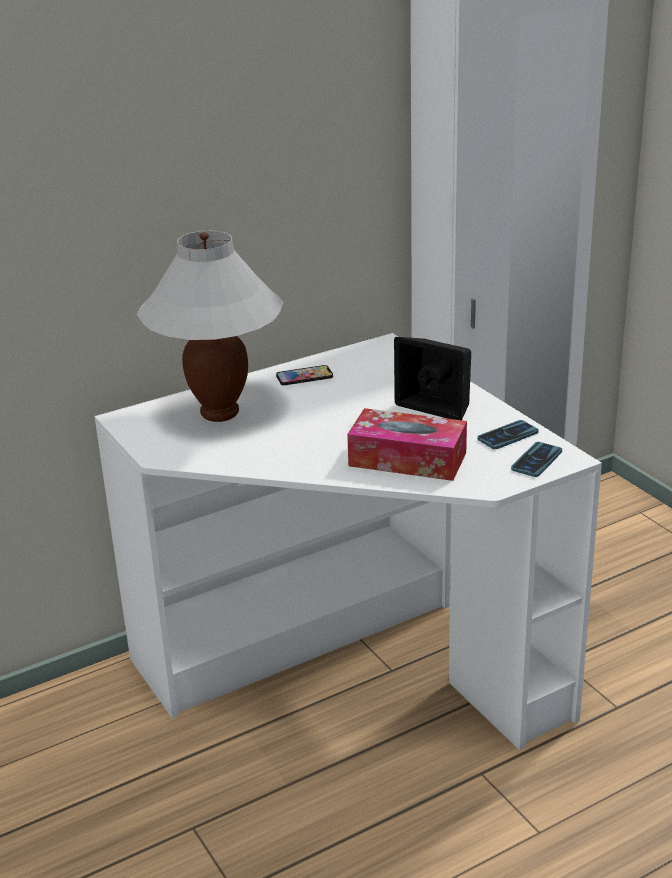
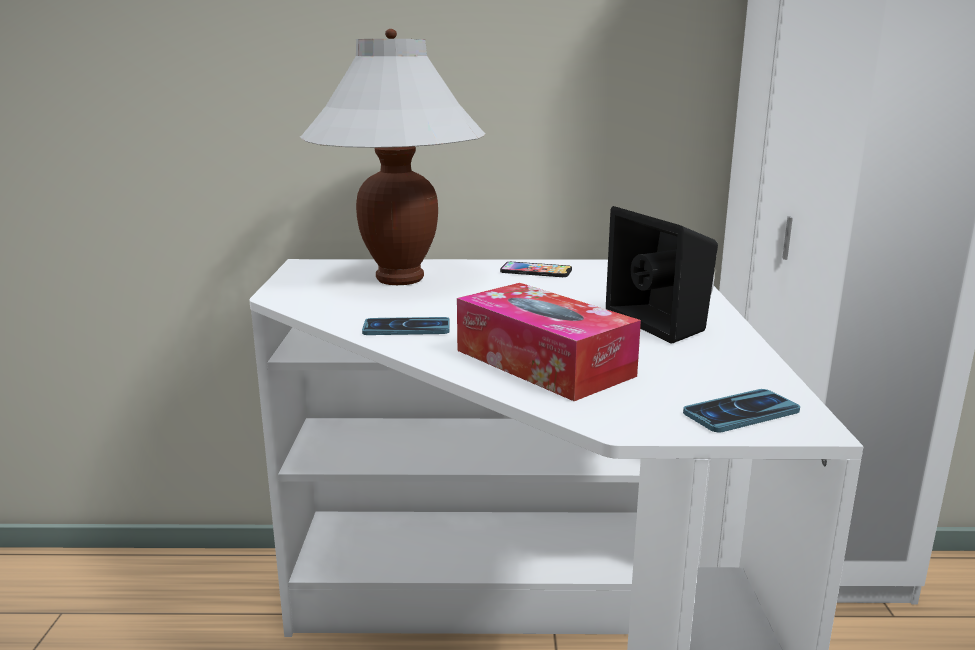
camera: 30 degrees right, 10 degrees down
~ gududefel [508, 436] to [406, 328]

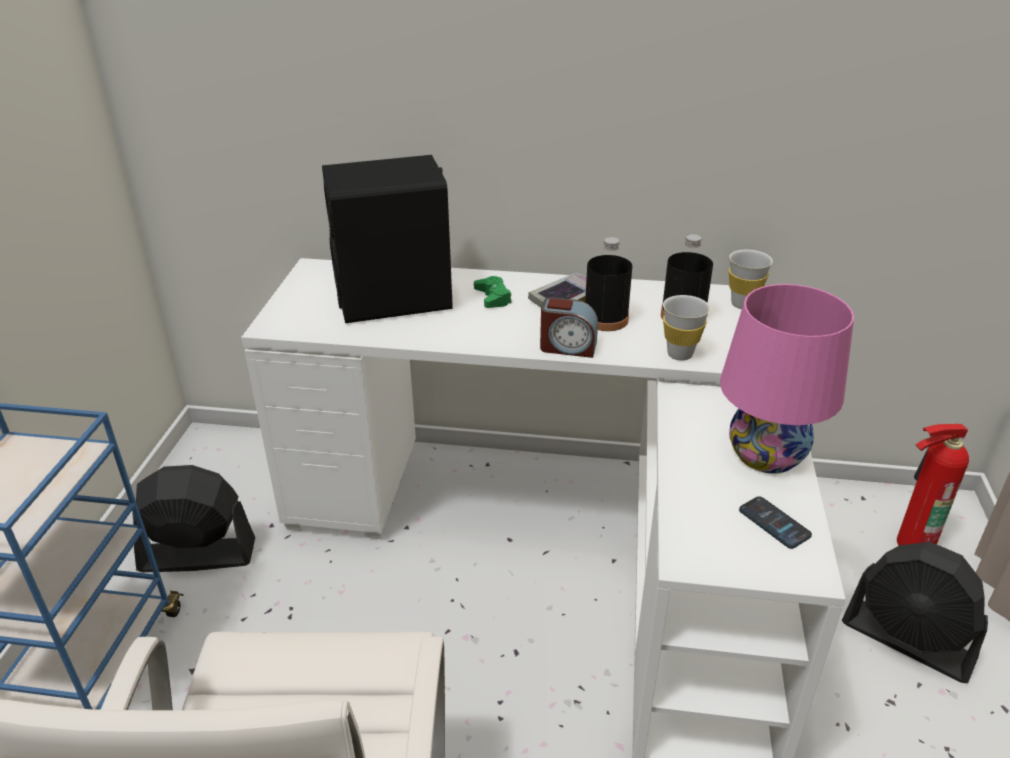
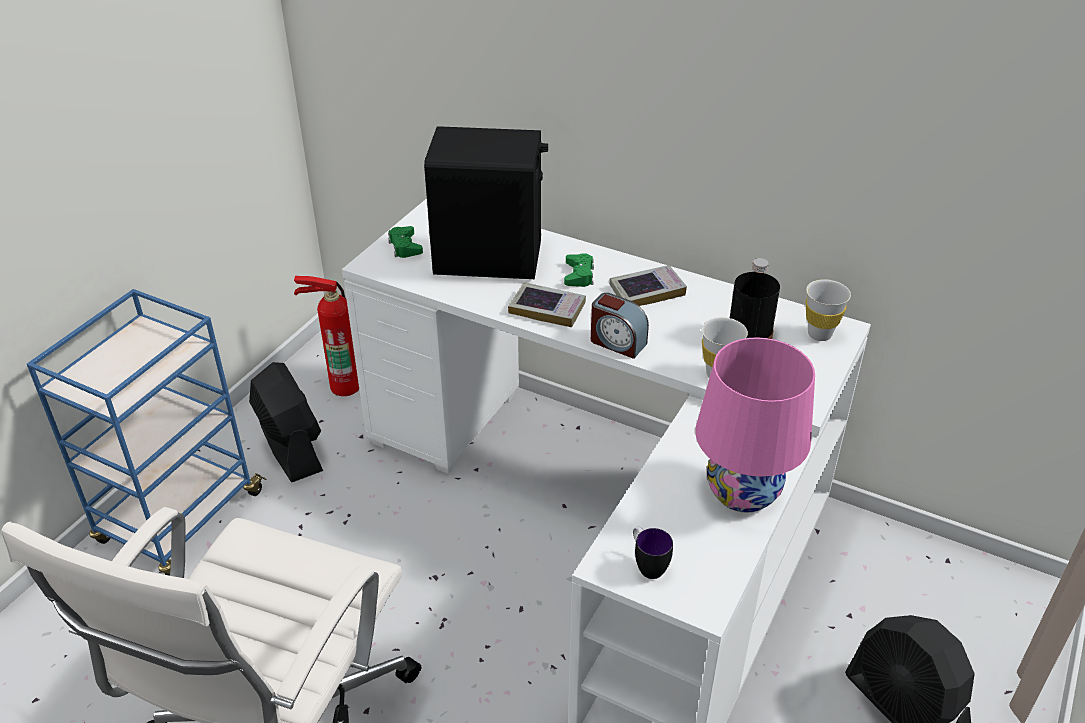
camera: 20 degrees right, 5 degrees up
- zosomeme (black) [605, 319]
- gududefel [774, 523]
+ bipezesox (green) [405, 247]
+ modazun [547, 309]
+ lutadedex [647, 565]
~ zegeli [910, 542] to [343, 384]
~ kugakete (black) [197, 555] = [291, 447] 45 degrees clockwise

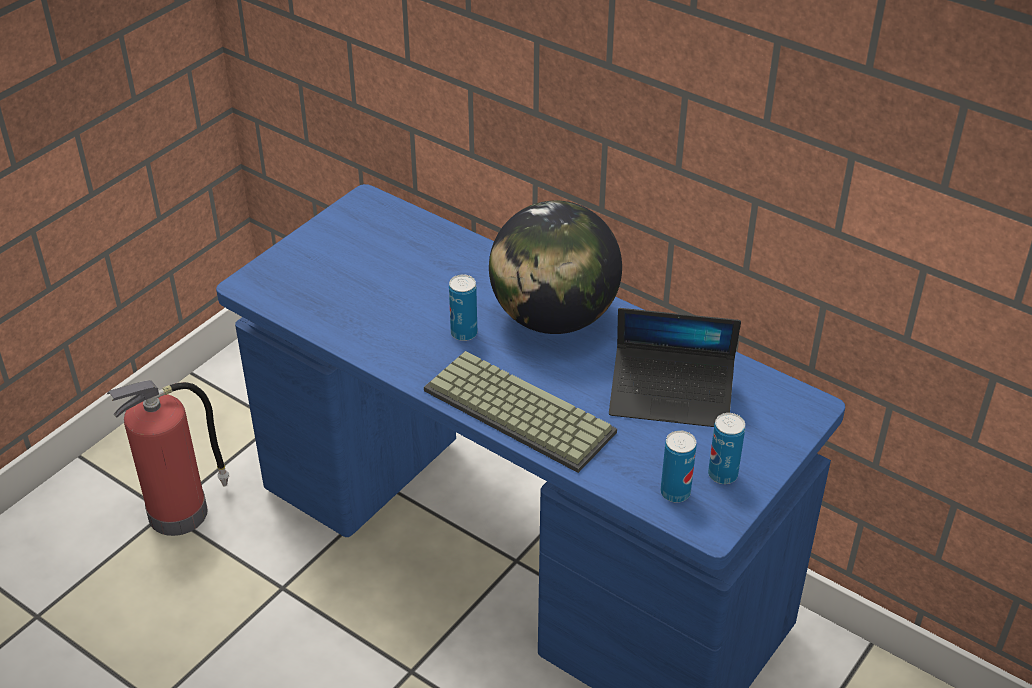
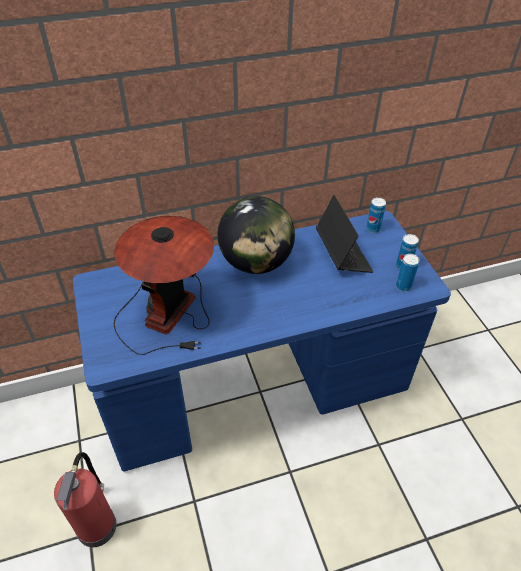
camera: 55 degrees left, 5 degrees up
- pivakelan [515, 412]
+ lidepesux [168, 311]
~ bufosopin [464, 333] to [373, 229]
~ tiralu [671, 396] = [342, 255] 60 degrees counterclockwise

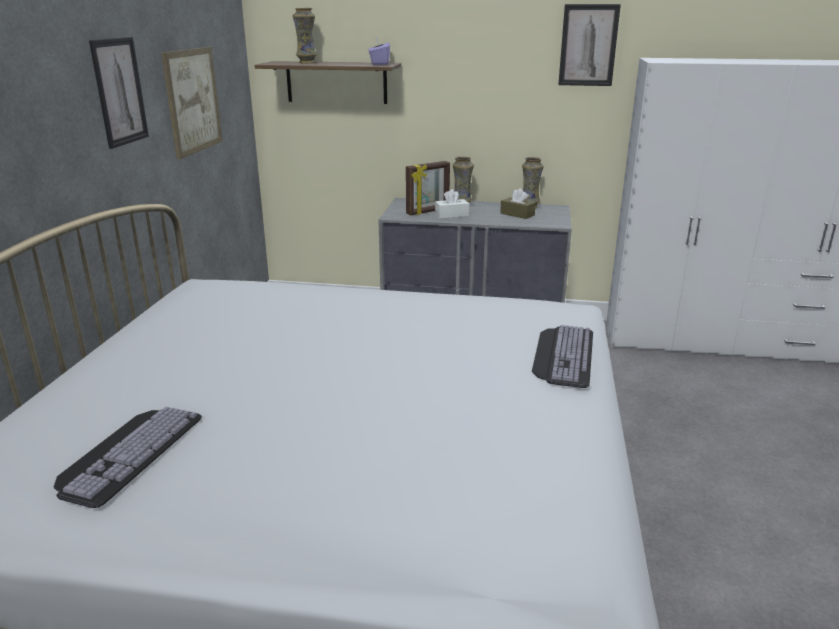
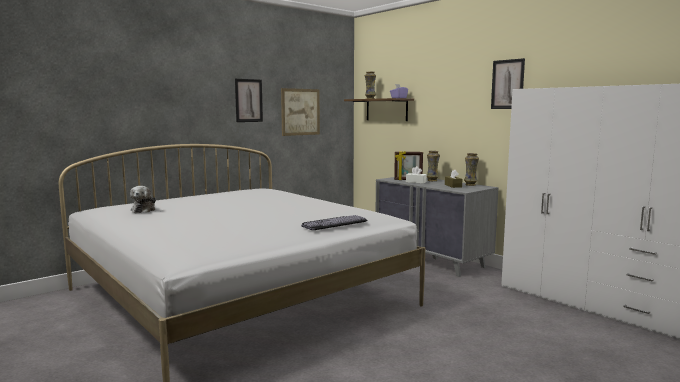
camera: 40 degrees right, 15 degrees down
~ pivakelan [127, 451] to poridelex [144, 210]

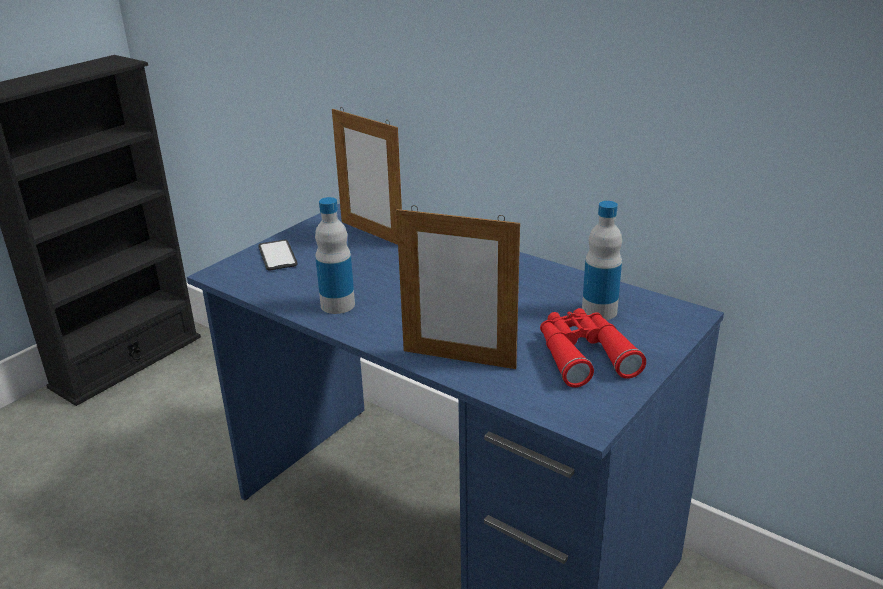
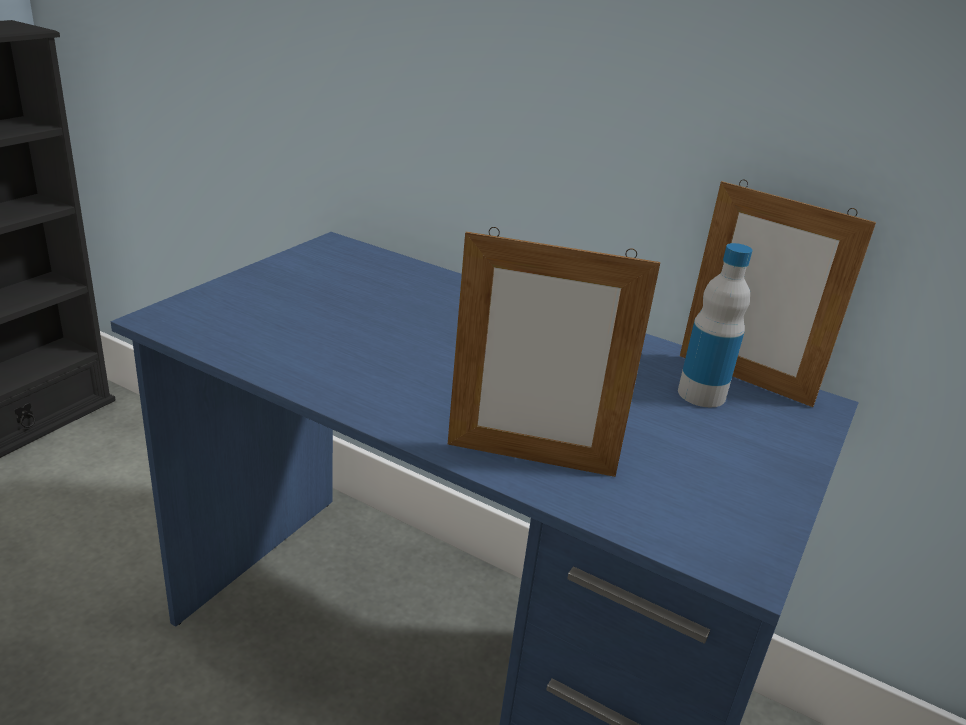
camera: 10 degrees left, 0 degrees up
- gududefel [277, 256]
- zosomeme [337, 305]
- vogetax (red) [583, 355]
~ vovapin [371, 233] to [744, 380]

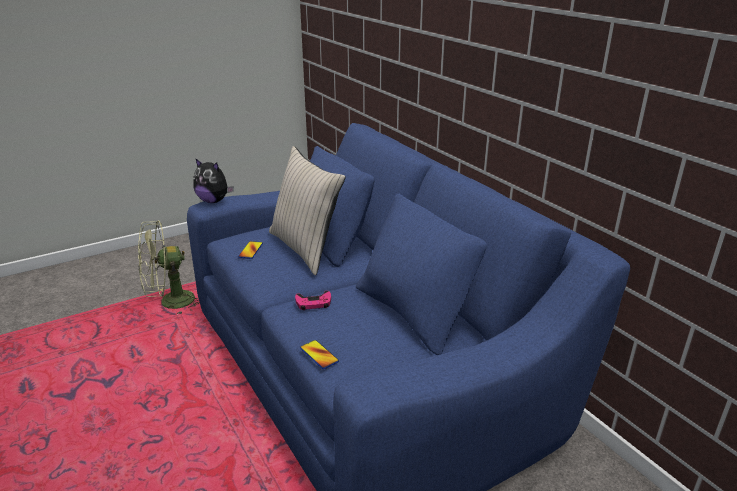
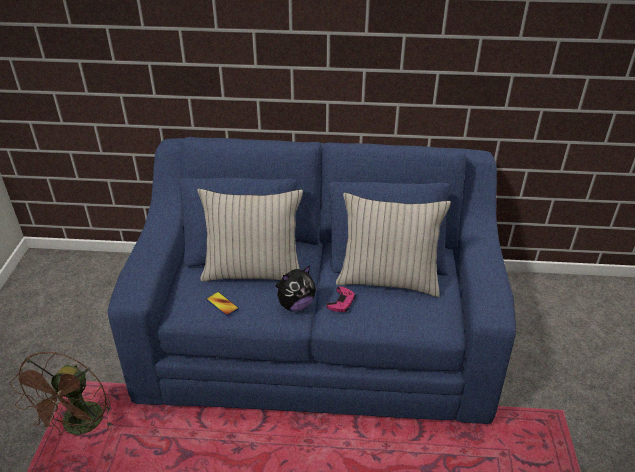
camera: 55 degrees left, 10 degrees up
- gududefel [319, 355]
+ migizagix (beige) [388, 279]
~ poridelex [214, 201] to [295, 304]
~ kugakete (green) [170, 303] to kugakete (brown) [80, 427]

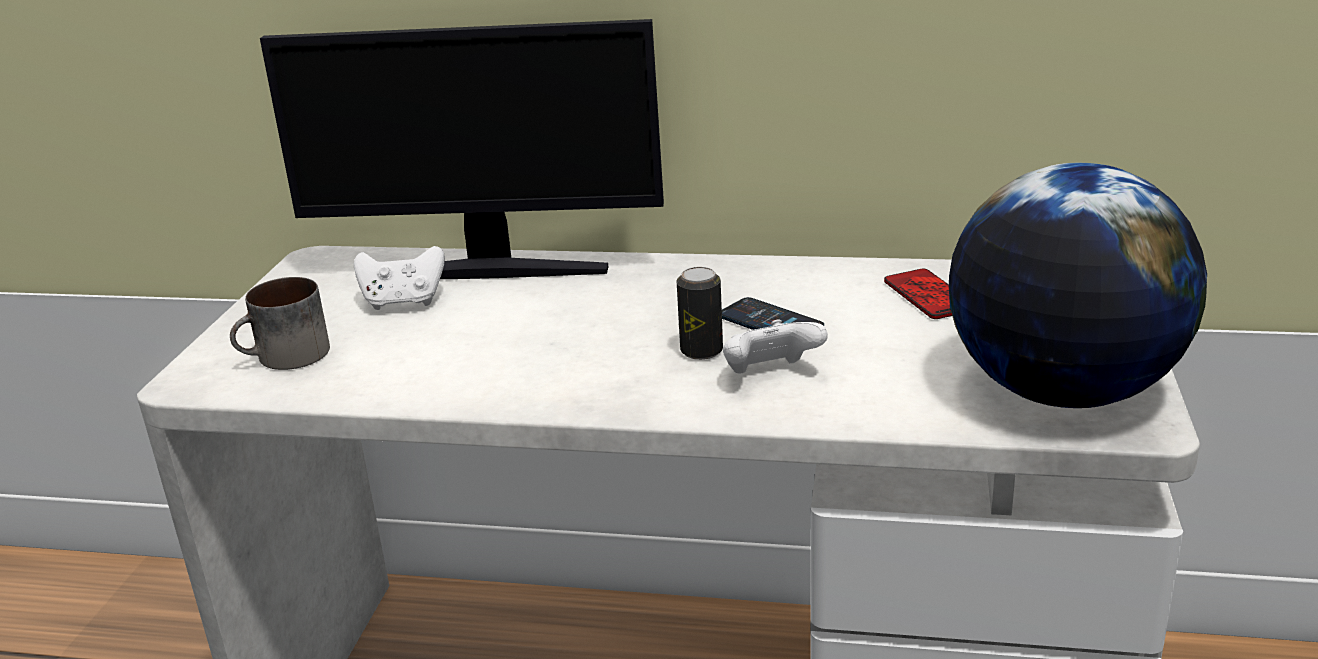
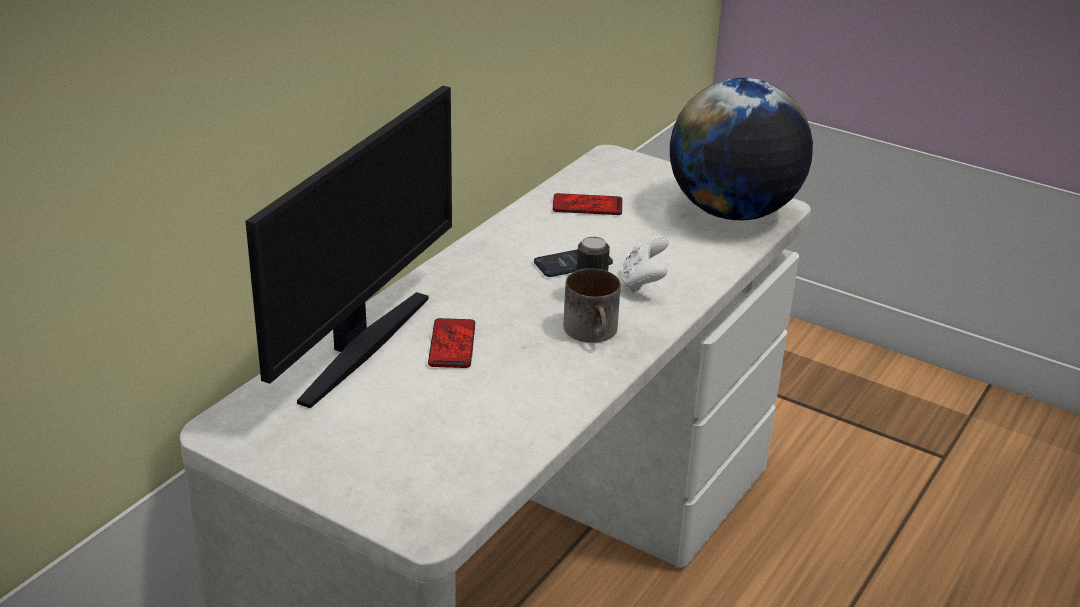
camera: 70 degrees left, 5 degrees up
- bipezesox (white) [403, 302]
+ gududefel [452, 344]
~ lutadedex [286, 358] to [594, 332]

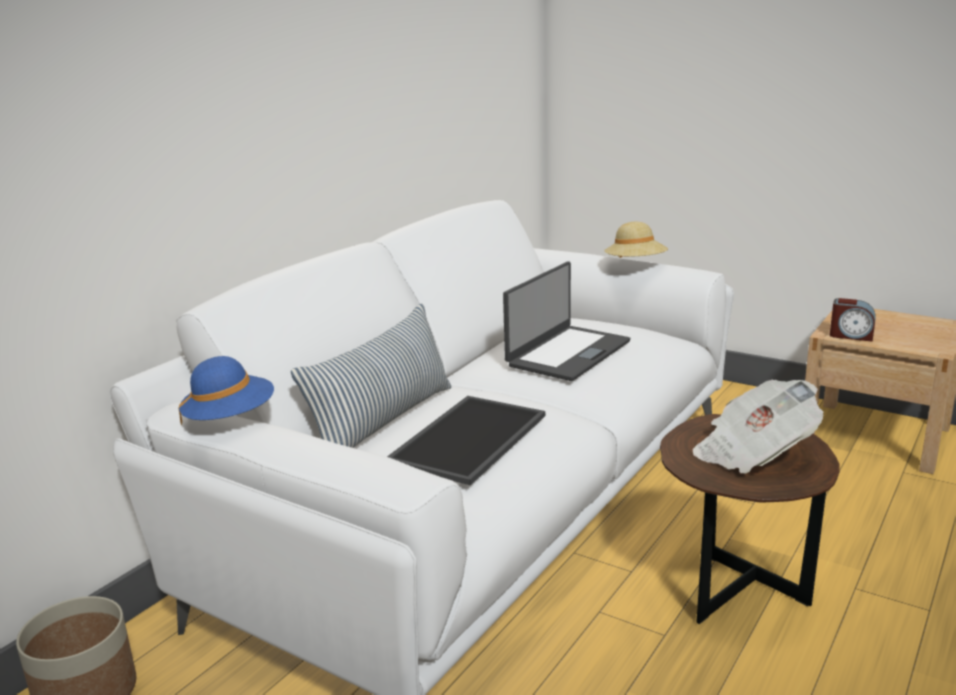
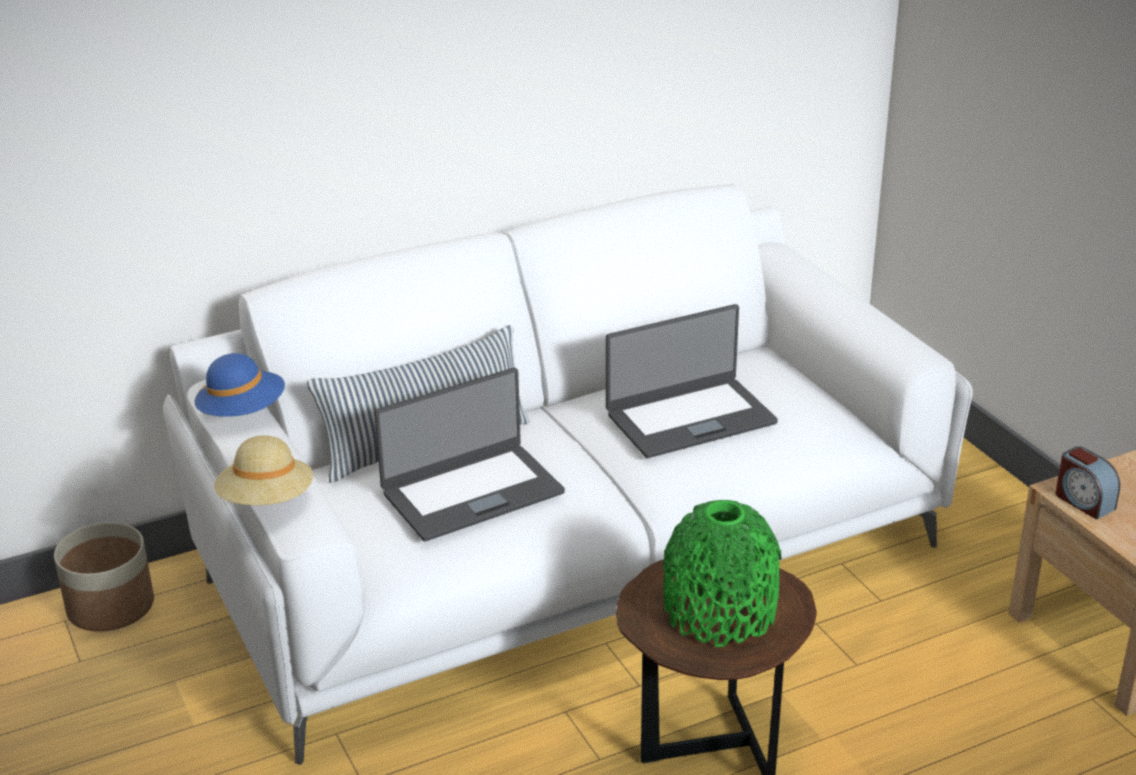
camera: 30 degrees right, 10 degrees up
~ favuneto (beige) [635, 265] to [267, 501]
~ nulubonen [467, 437] to tiralu [471, 492]
~ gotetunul [753, 453] to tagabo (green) [720, 612]

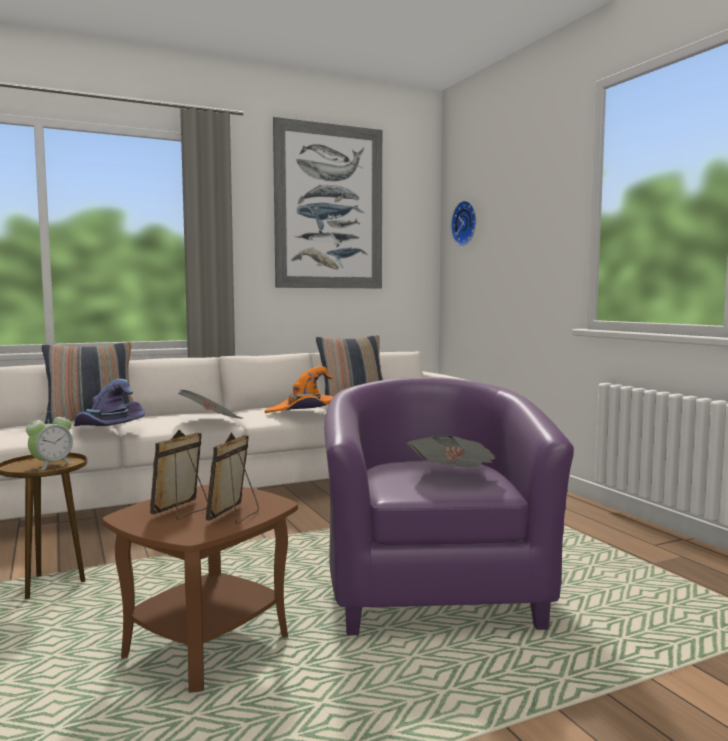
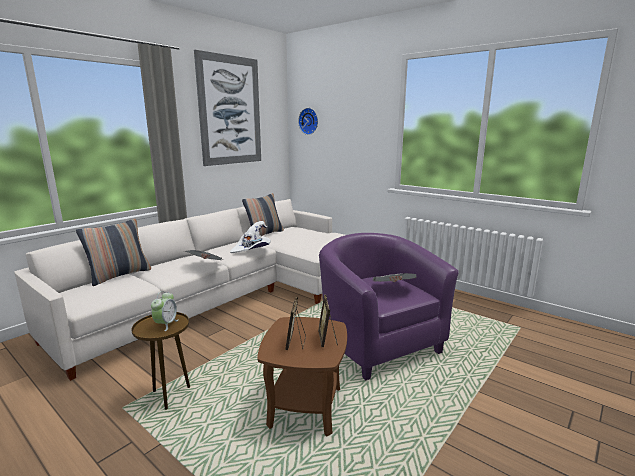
camera: 25 degrees left, 10 degrees up
- favuneto (purple) [107, 429]
~ favuneto (orange) [303, 412] to favuneto (white) [252, 249]

